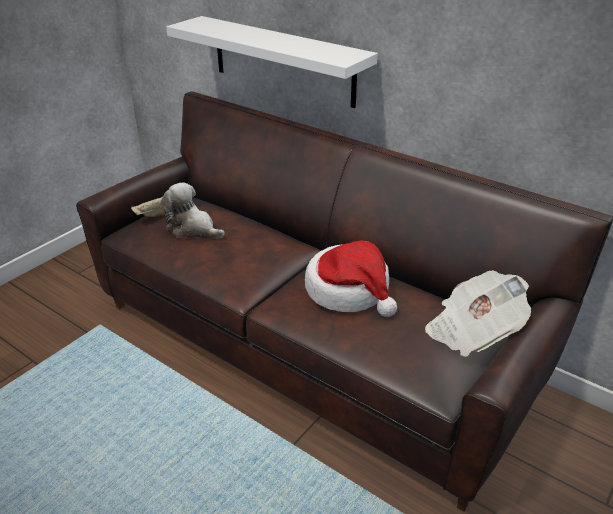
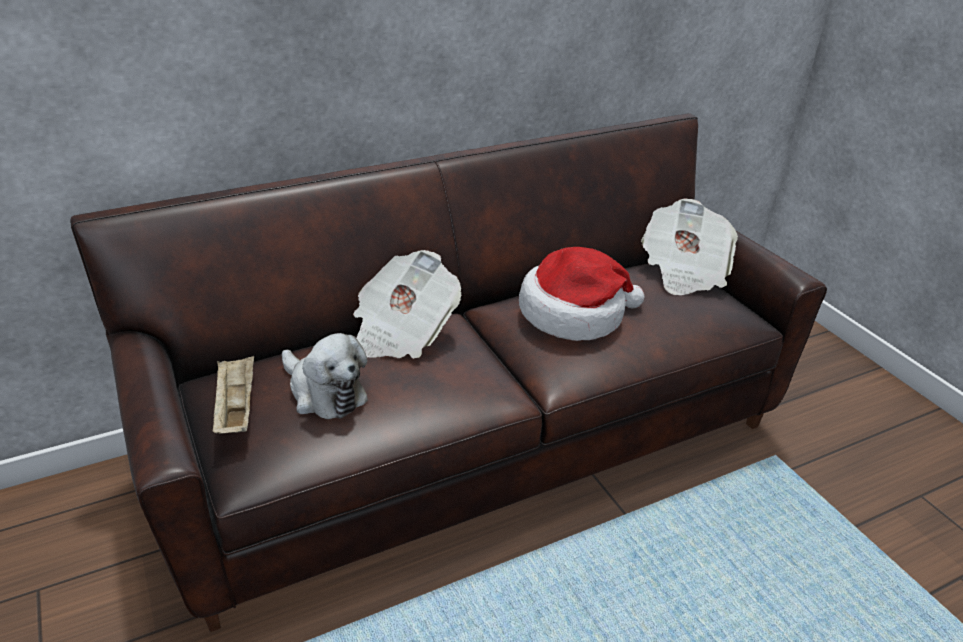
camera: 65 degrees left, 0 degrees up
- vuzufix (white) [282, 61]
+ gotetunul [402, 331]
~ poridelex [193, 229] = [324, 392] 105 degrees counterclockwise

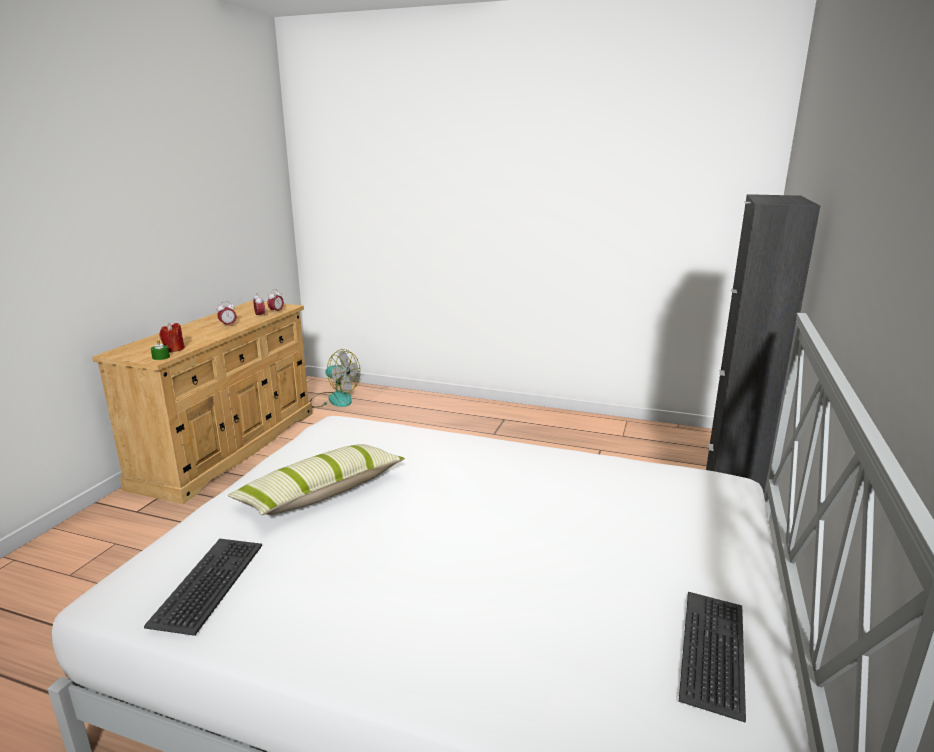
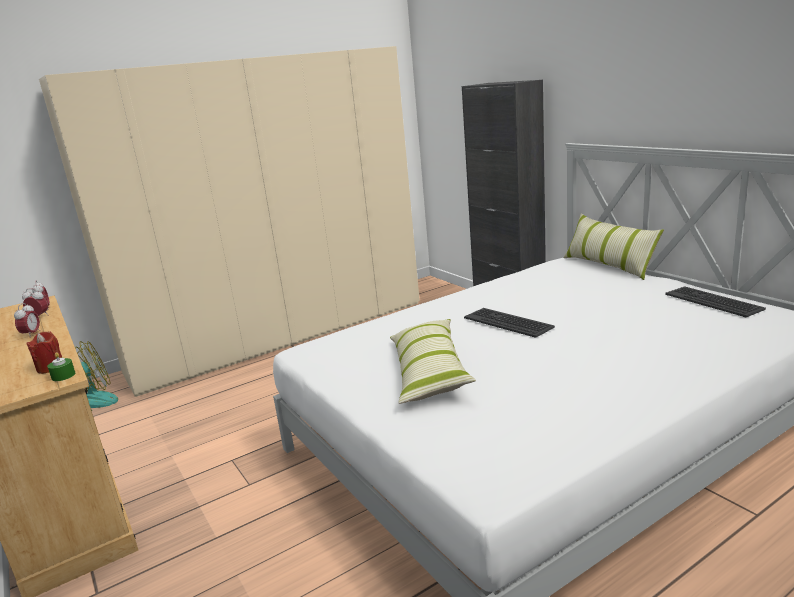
camera: 50 degrees left, 0 degrees up
+ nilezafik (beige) [282, 335]
+ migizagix [608, 265]
~ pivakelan [210, 584] to [508, 323]

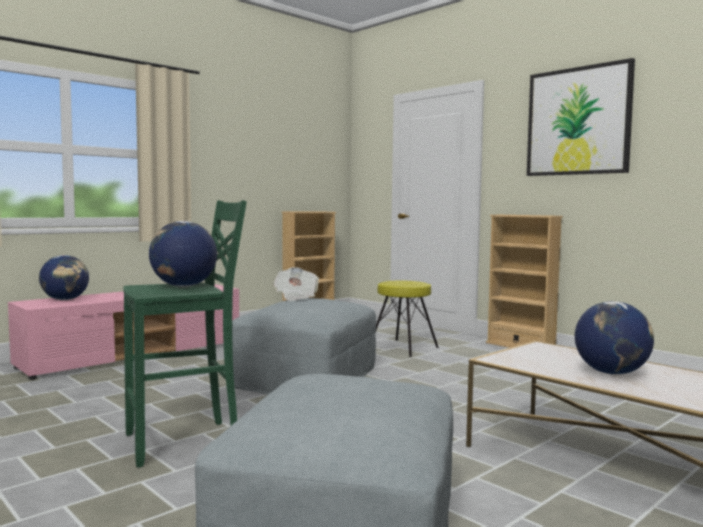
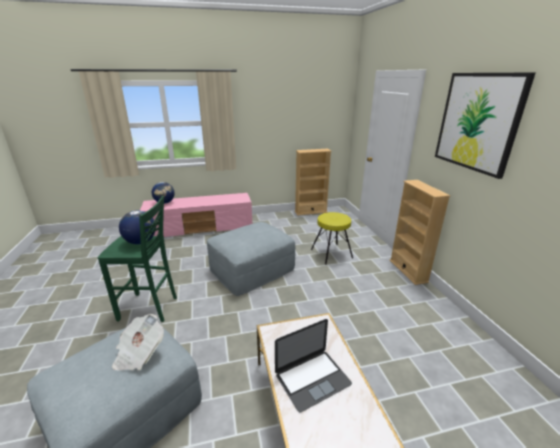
camera: 30 degrees right, 20 degrees up
~ gotetunul [296, 297] to [139, 353]
~ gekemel [611, 373] to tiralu [312, 379]

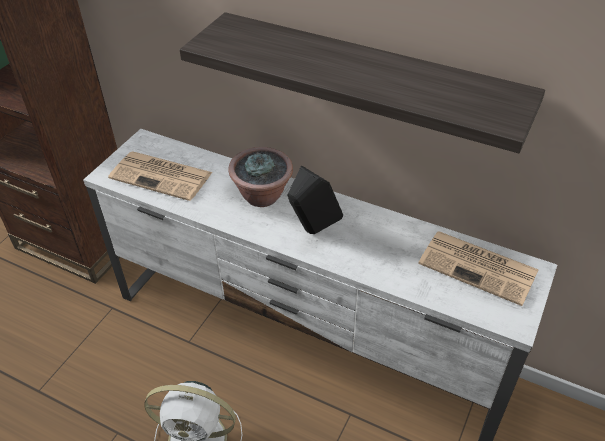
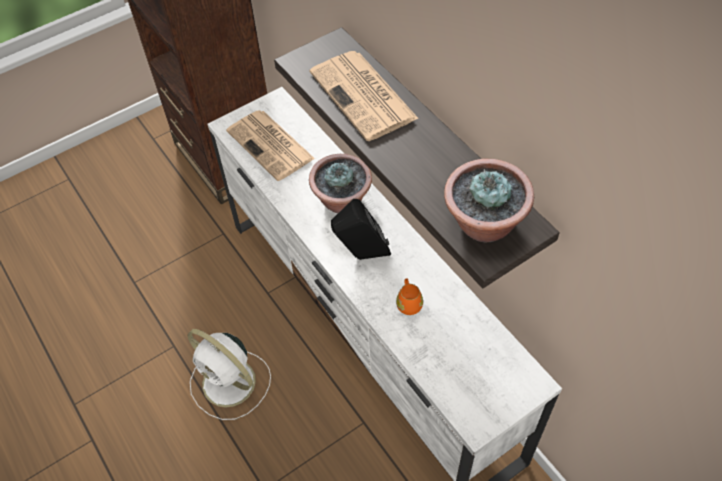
camera: 30 degrees right, 10 degrees up
+ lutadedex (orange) [408, 303]
+ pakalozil [483, 225]
~ gotetunul [479, 267] to [364, 96]

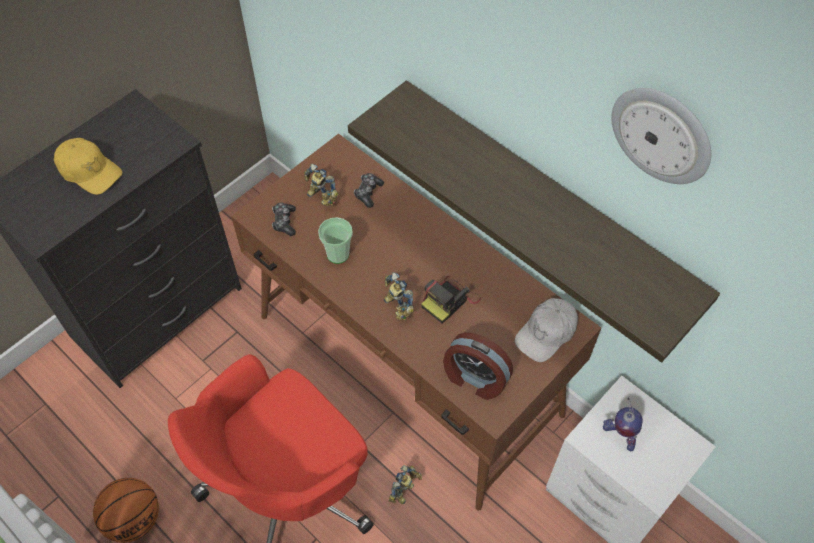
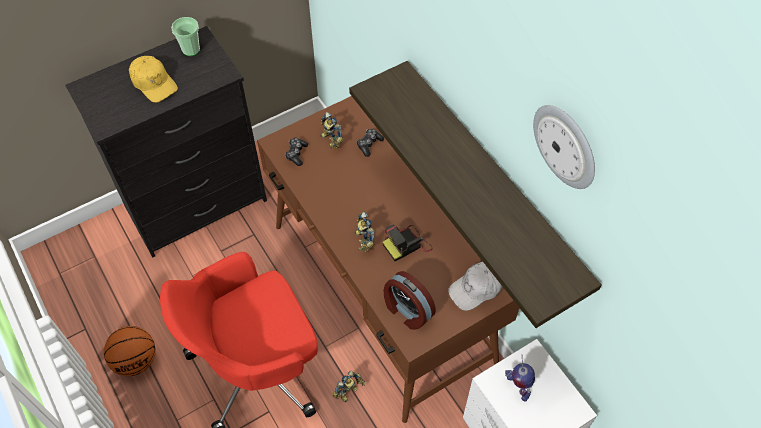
camera: 15 degrees right, 0 degrees up
~ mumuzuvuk [338, 254] to [191, 49]

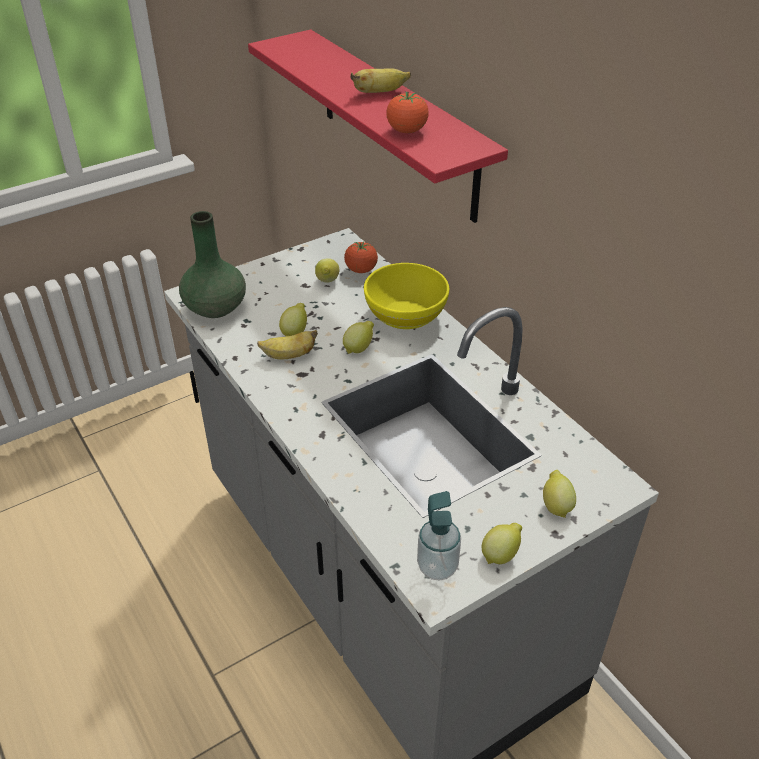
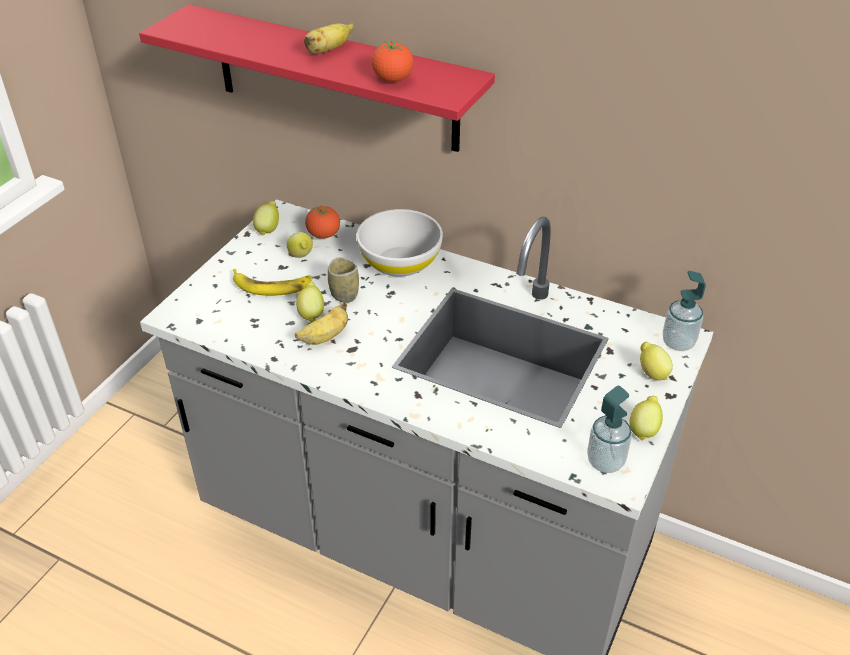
camera: 30 degrees left, 0 degrees up
- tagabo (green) [216, 307]
+ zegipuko [272, 285]
+ mumuzuvuk [344, 295]
+ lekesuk [678, 342]
~ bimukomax [359, 348] to [268, 229]
~ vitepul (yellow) [405, 315] to vitepul (white) [399, 262]

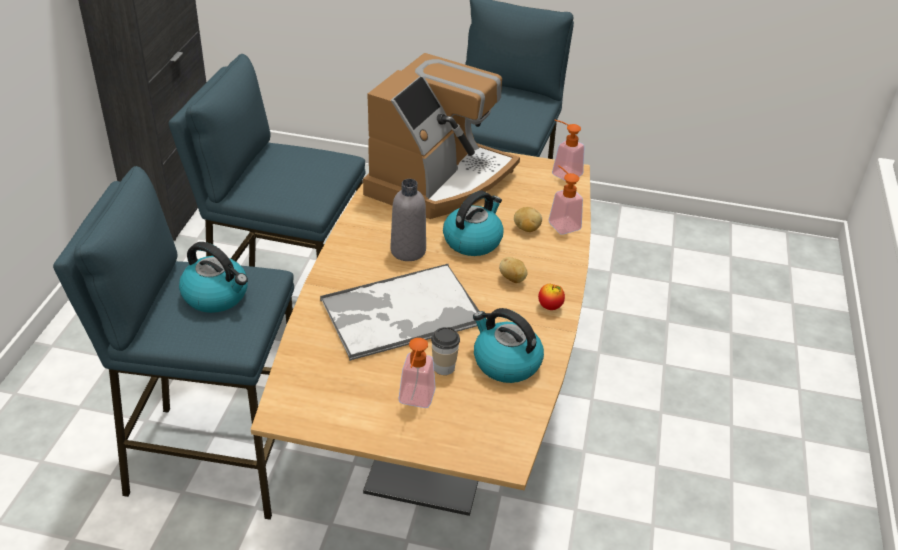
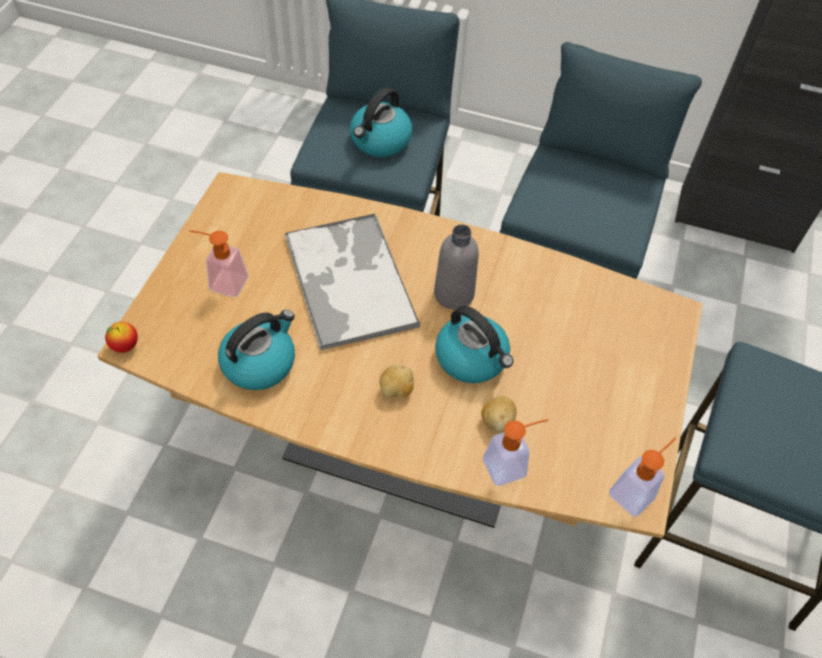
camera: 95 degrees right, 15 degrees up
- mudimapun [439, 181]
- mumuzuvuk [444, 367]
~ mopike [550, 307] to [125, 346]

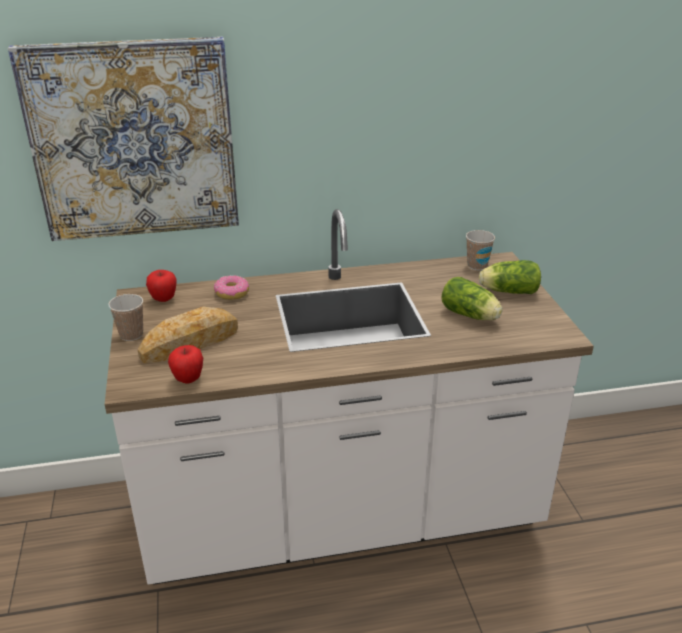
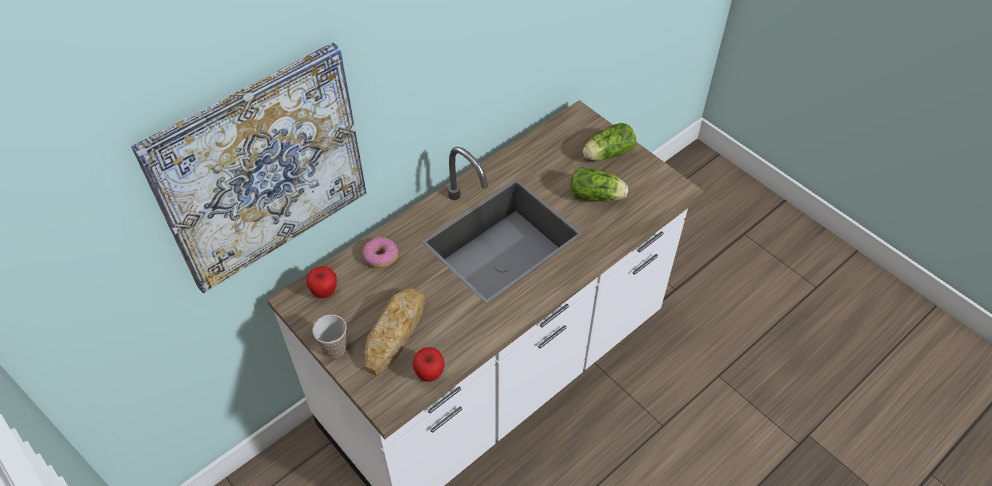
camera: 30 degrees left, 20 degrees up
- mumuzuvuk [477, 266]

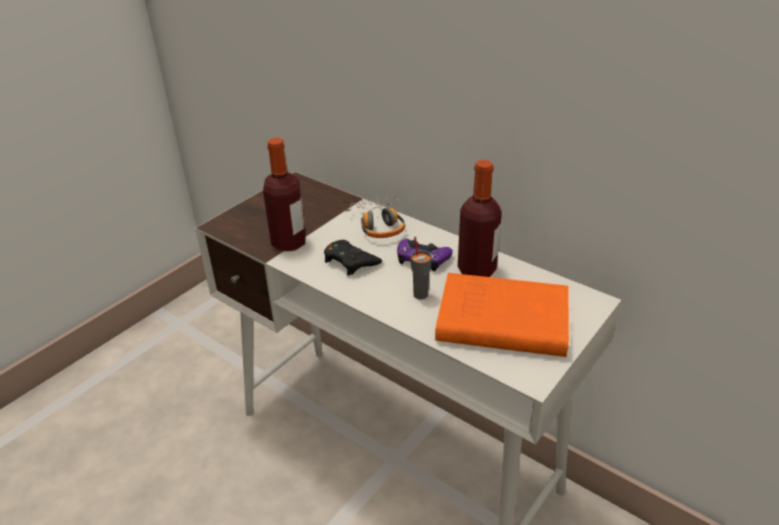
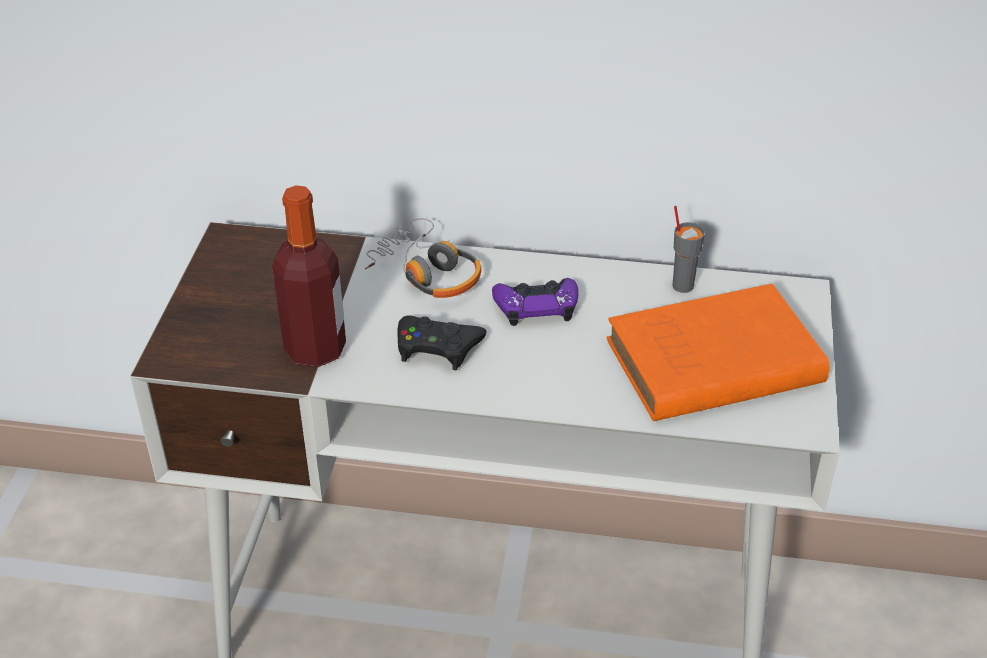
camera: 30 degrees left, 5 degrees up
- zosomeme [476, 270]
~ mumuzuvuk (grey) [420, 294] to [682, 285]

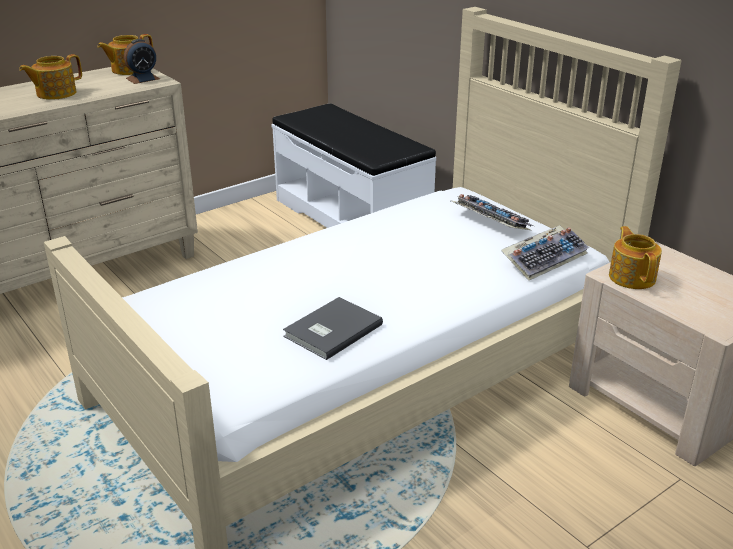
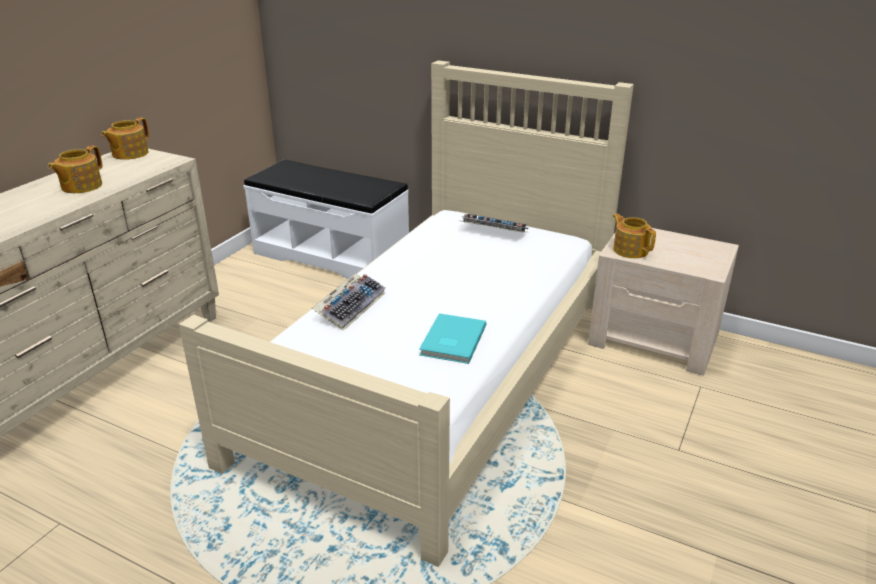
camera: 25 degrees left, 0 degrees up
- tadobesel [143, 78]
~ pivakelan [544, 258] to [350, 306]
~ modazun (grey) [330, 330] to modazun (turquoise) [451, 341]

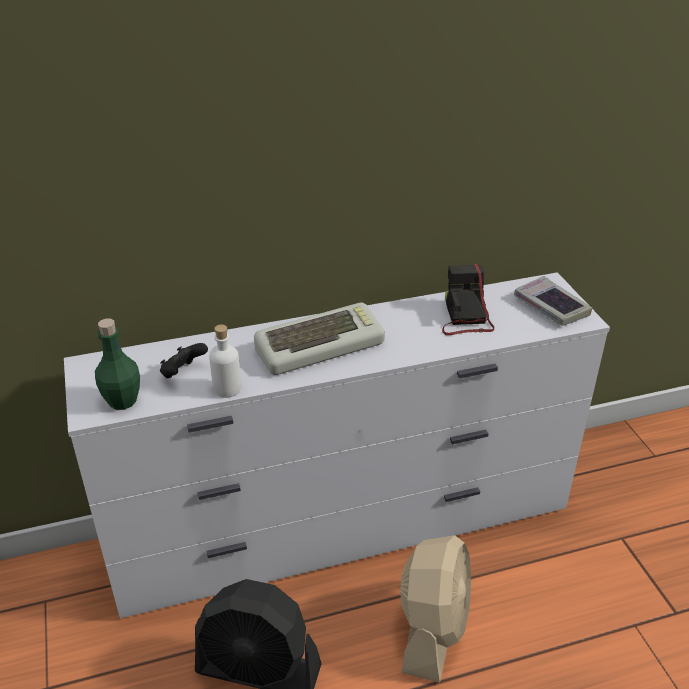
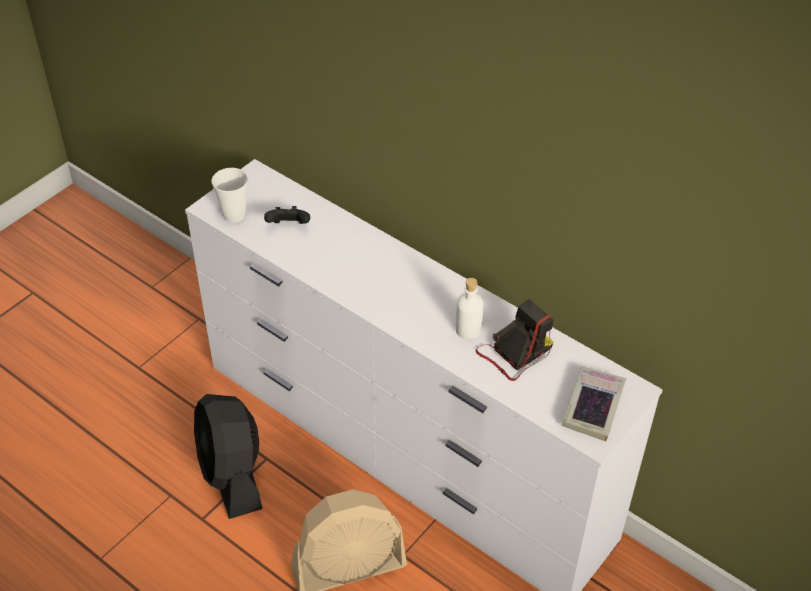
camera: 55 degrees right, 10 degrees up
- pivakelan [320, 345]
~ zosomeme (white) [227, 388] to [468, 329]
~ zosomeme (green) [122, 401] to mumuzuvuk [234, 215]

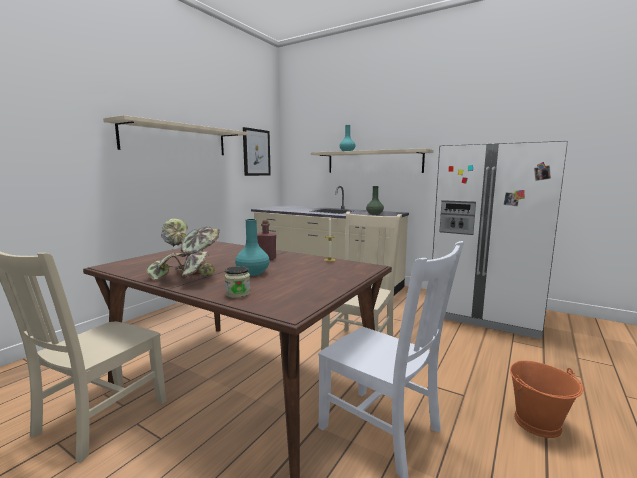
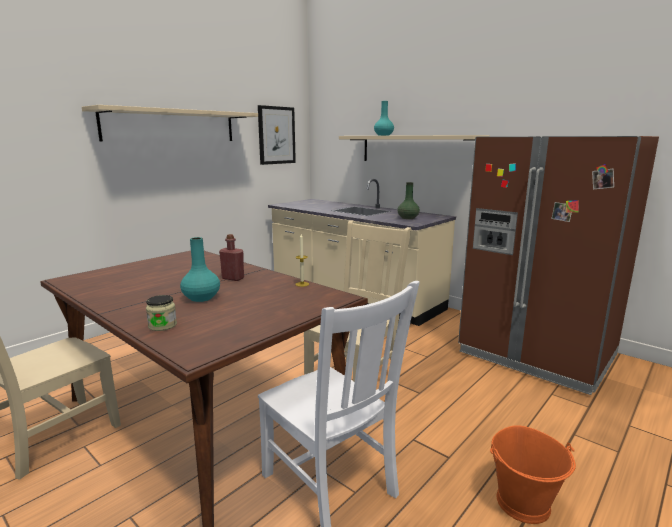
camera: 10 degrees right, 5 degrees up
- pakalozil [188, 277]
~ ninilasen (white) [486, 314] to ninilasen (brown) [537, 354]

